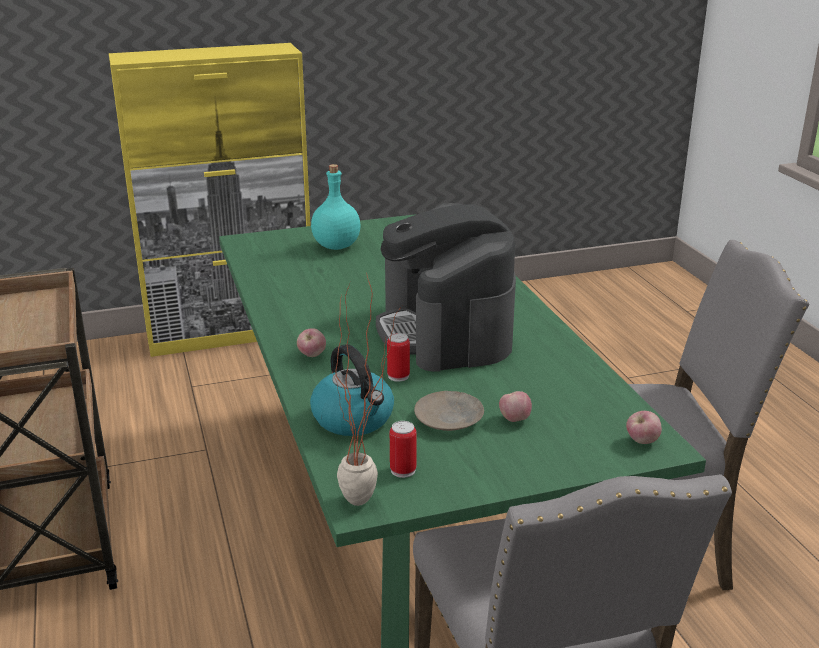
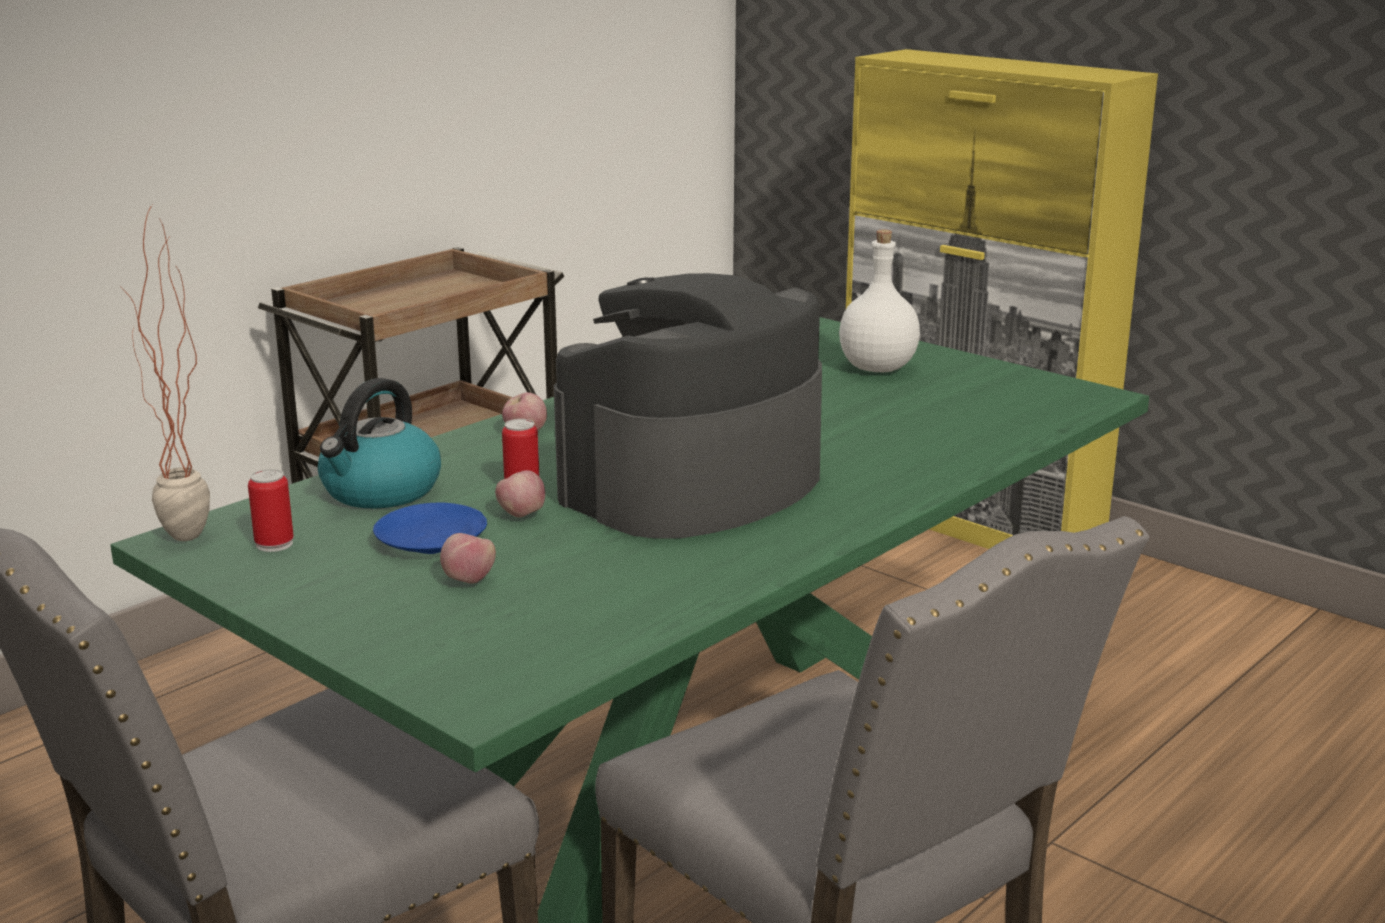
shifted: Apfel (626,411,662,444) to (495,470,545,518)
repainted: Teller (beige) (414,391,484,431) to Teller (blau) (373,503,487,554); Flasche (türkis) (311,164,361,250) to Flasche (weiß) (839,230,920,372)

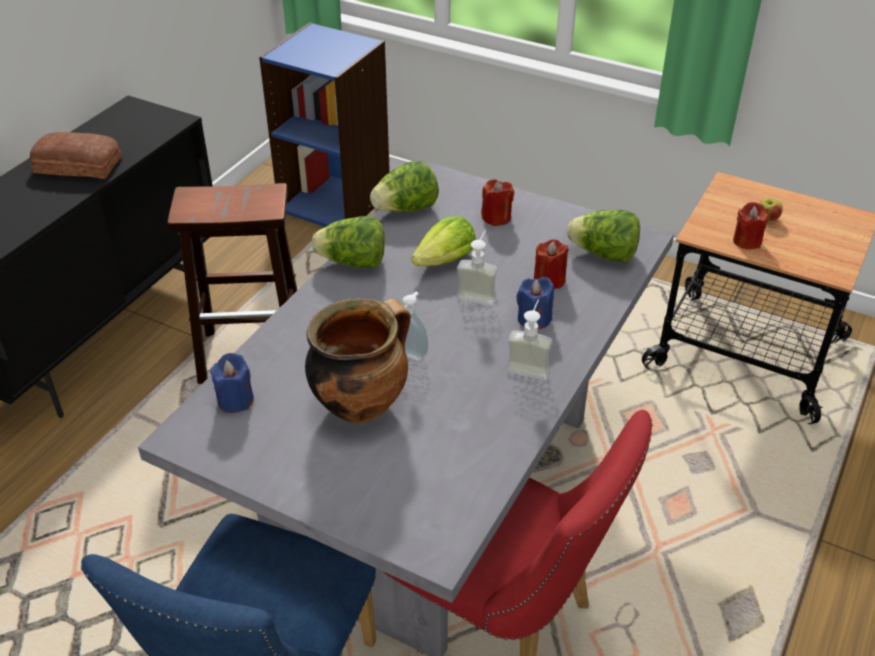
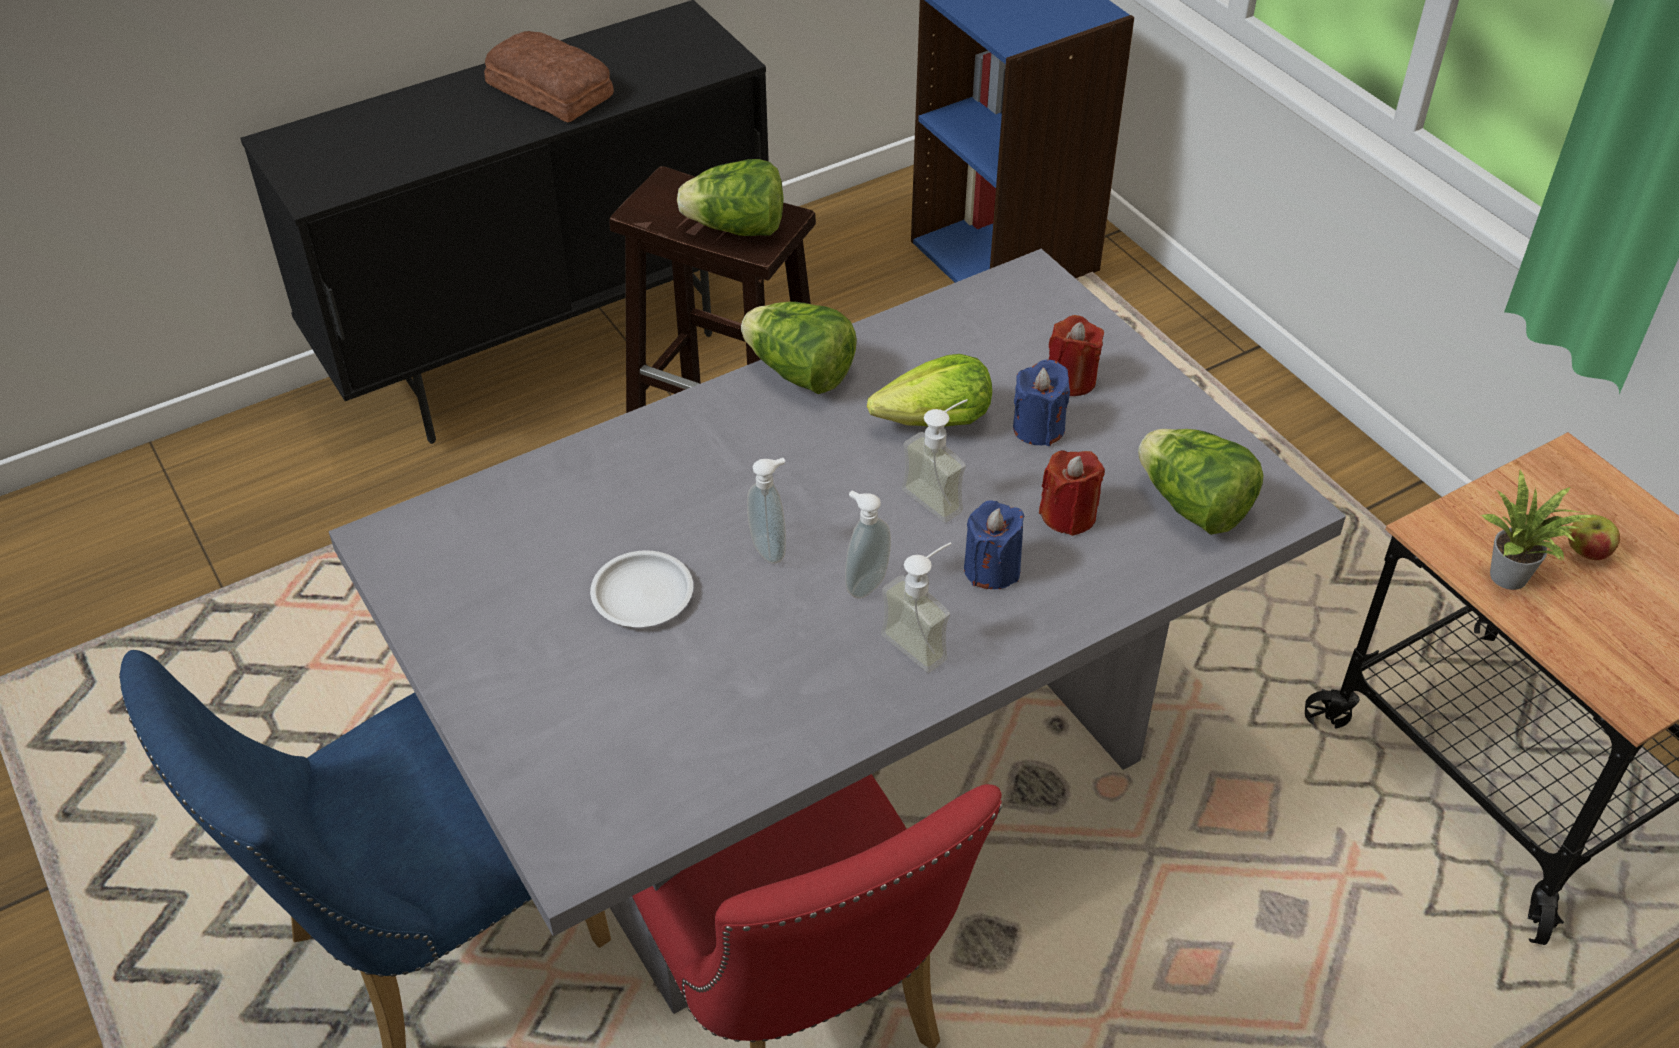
new: Seifenspender (845,491,891,598)
shifted: Salatkopf (370,161,439,212) to (677,159,784,236); Kerze (blau) (210,353,254,413) to (1013,360,1070,446)
swapped: Kochtopf (305,298,411,423) to Teller (weiß) (590,550,693,627); Kerze (rot) (733,202,768,249) to Topfpflanze (1480,468,1598,590)

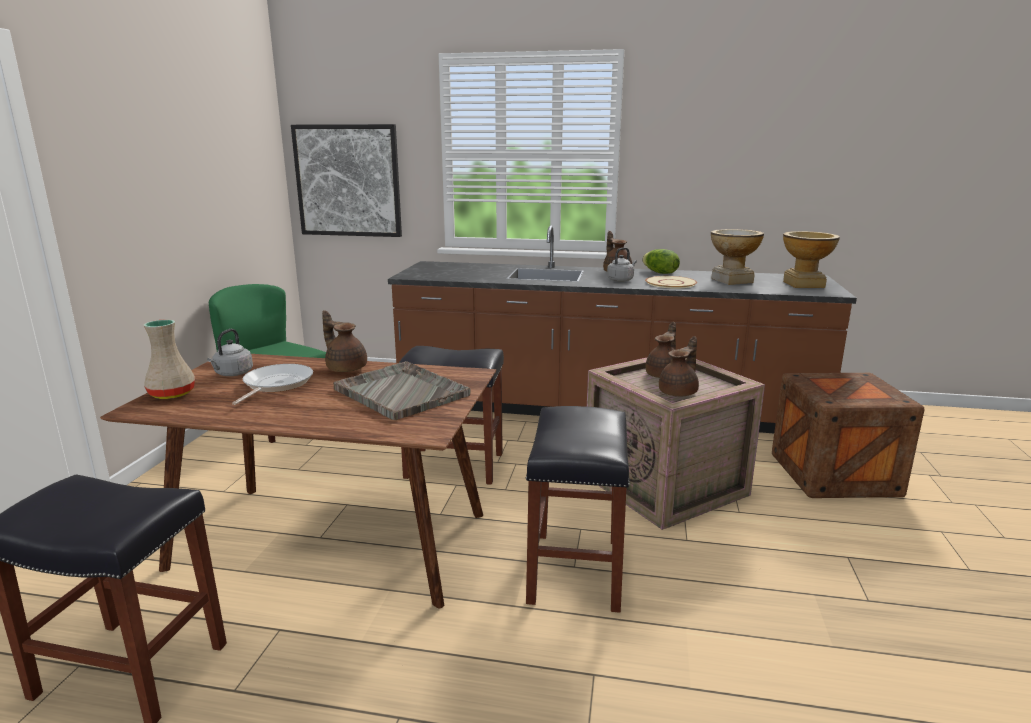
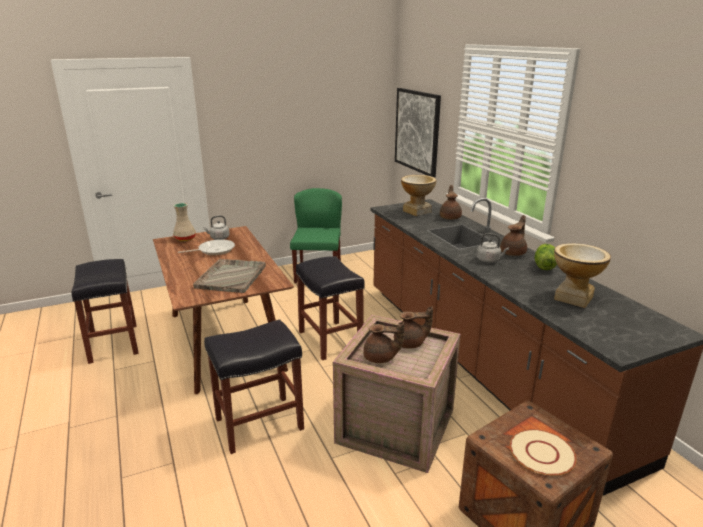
shifted: Vase (783,231,840,288) to (401,175,436,216); Teekanne (braun) (322,310,367,372) to (440,185,462,220); Teller (beige) (645,276,697,289) to (510,429,577,475)

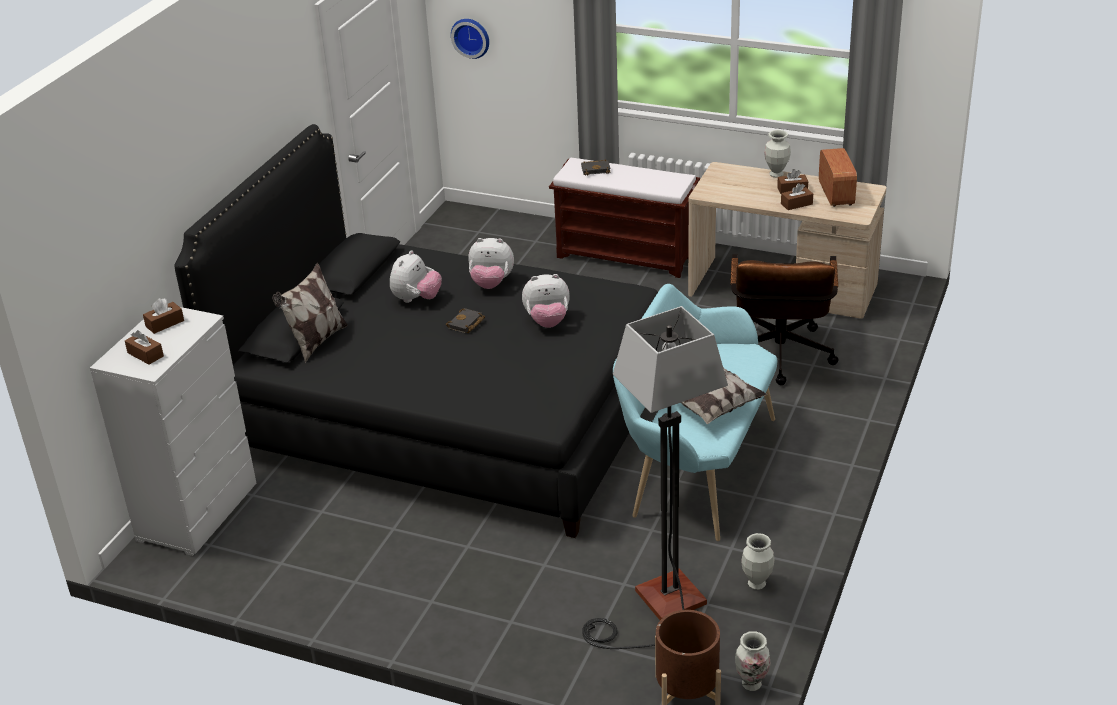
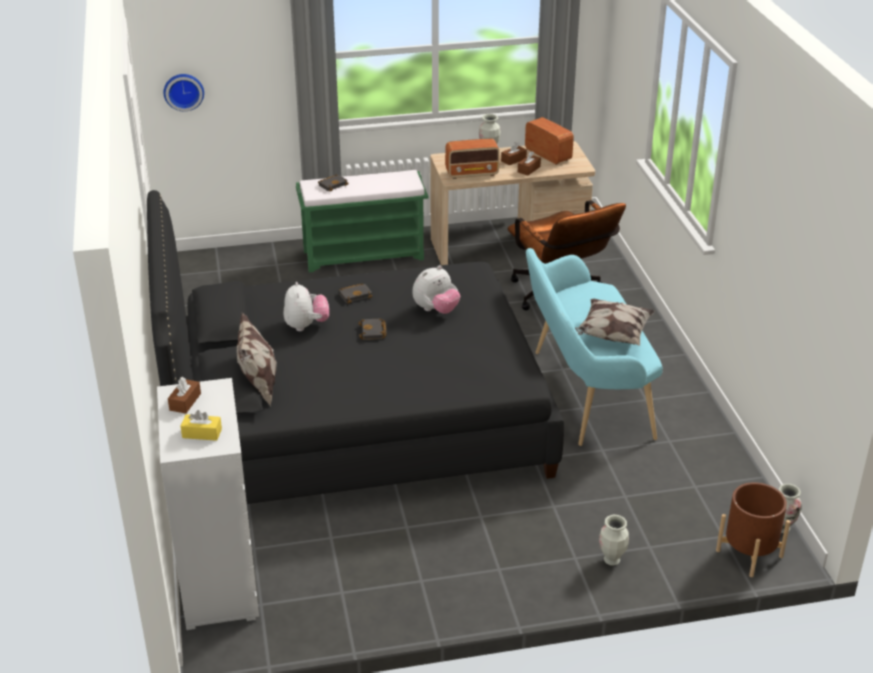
gone: Stehlampe (582,306,728,649)
new: Radio (445,139,500,179)
shifted: Vase (741,533,775,590) to (599,515,629,566)
swapped: Plüschtier (468,238,514,289) to Buch (schwarz) (339,283,372,304)
repainted: Taschentuchbox (braun) (125,330,164,365) to Taschentuchbox (gelb) (181,410,222,441); Bank (braun) (549,158,700,278) to Bank (grün) (296,170,428,272)

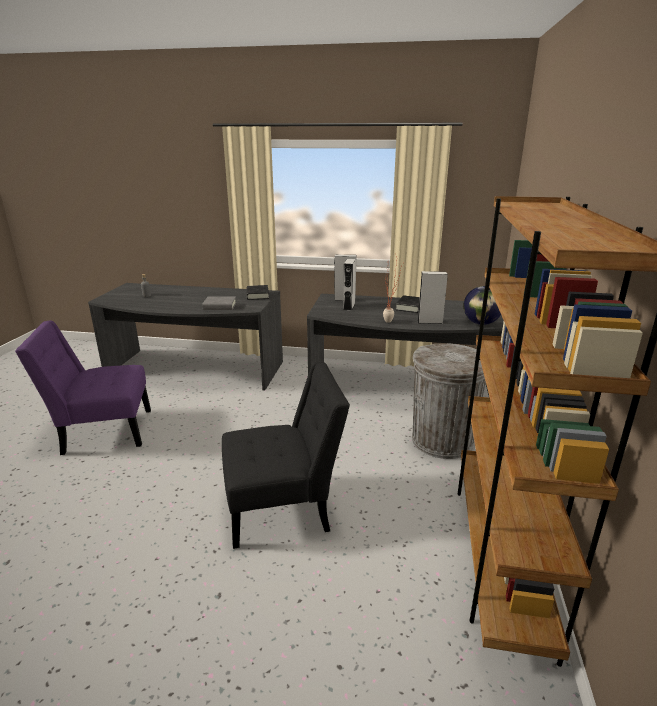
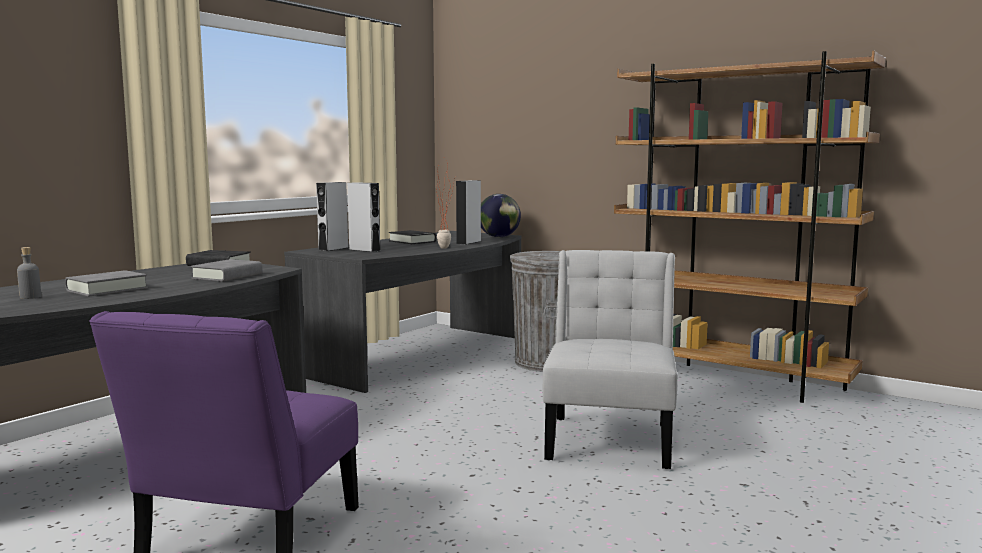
new: Buch (grau) (65,270,148,297)
repainted: Stuhl (schwarz) (222,361,350,549) to Stuhl (weiß) (543,250,678,469)

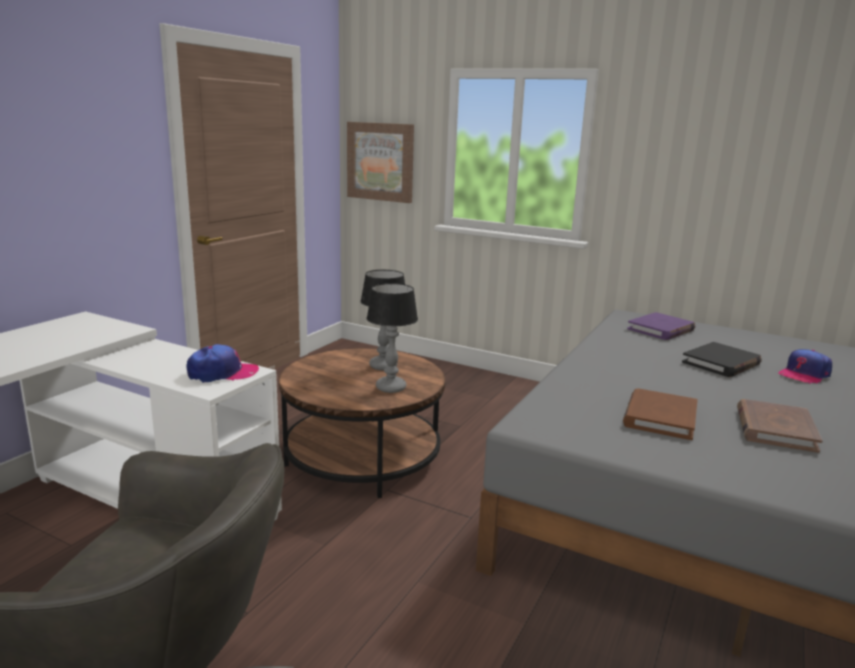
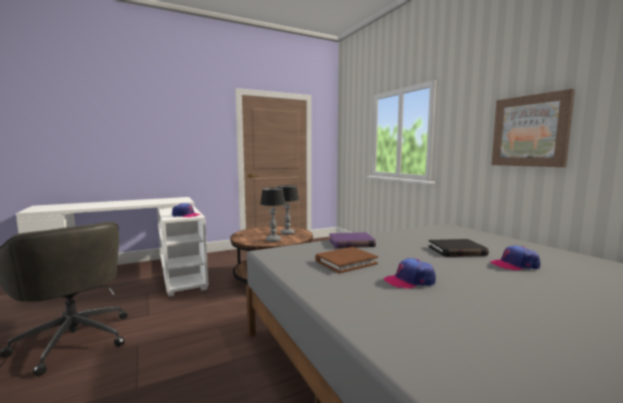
shifted: Buch (lila) (627,312,695,340) to (329,232,376,248); Bild (347,122,414,203) to (491,89,575,167)
swapped: Buch (braun) (737,399,823,453) to Kappe (384,258,436,289)

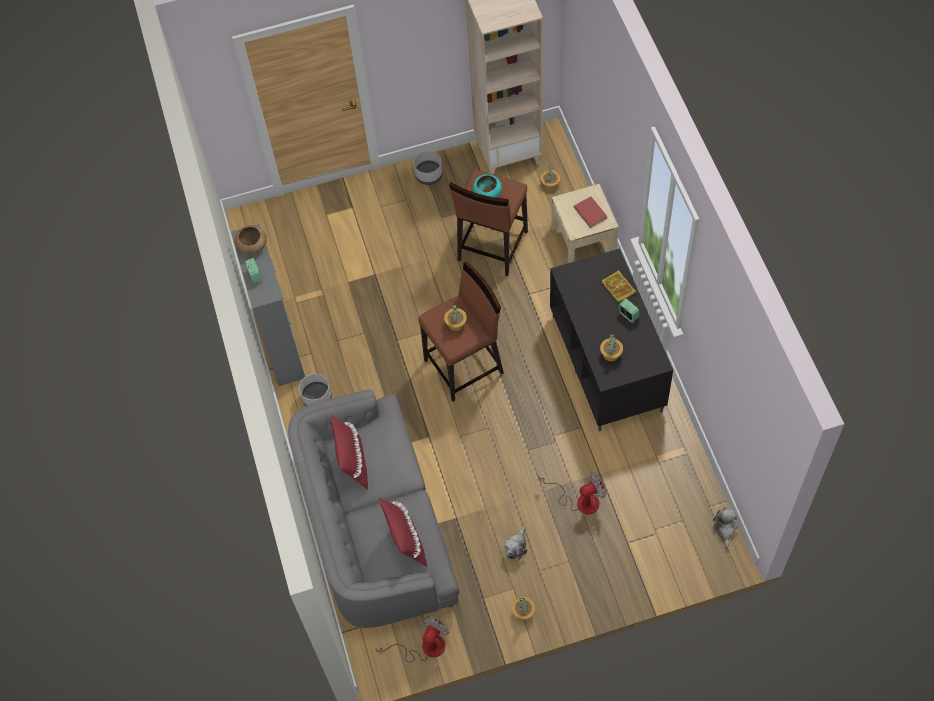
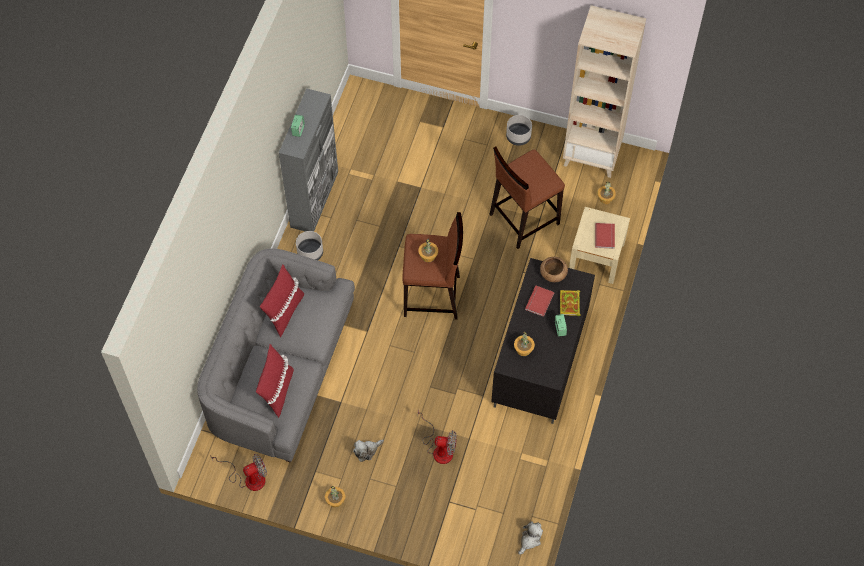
gone: Schüssel (türkis) (473,174,502,198)
new: Buch (rot) (525,286,554,317)
shifted: Schüssel (braun) (235,225,267,254) to (540,257,568,282)

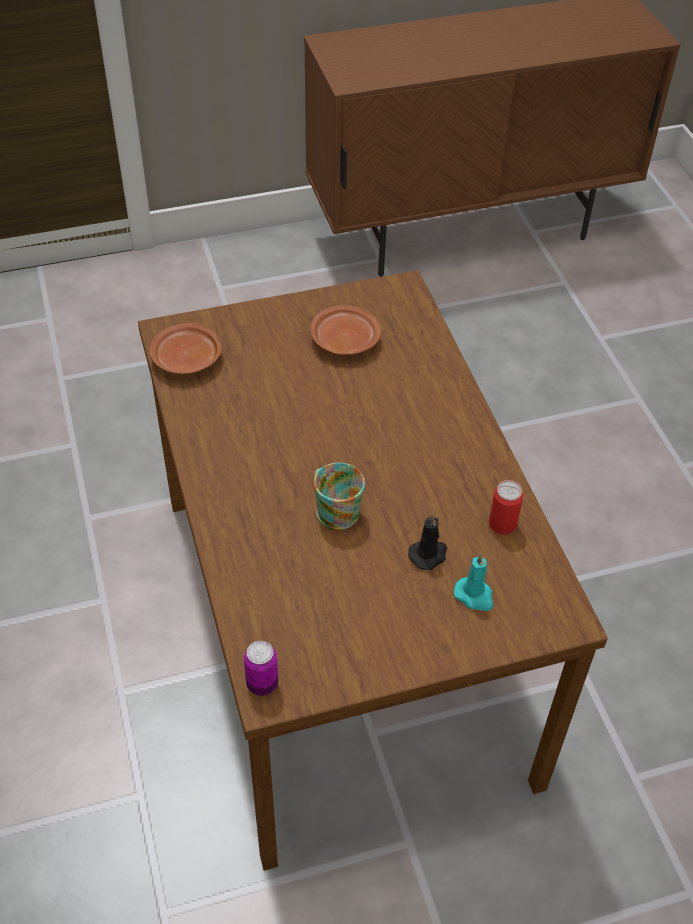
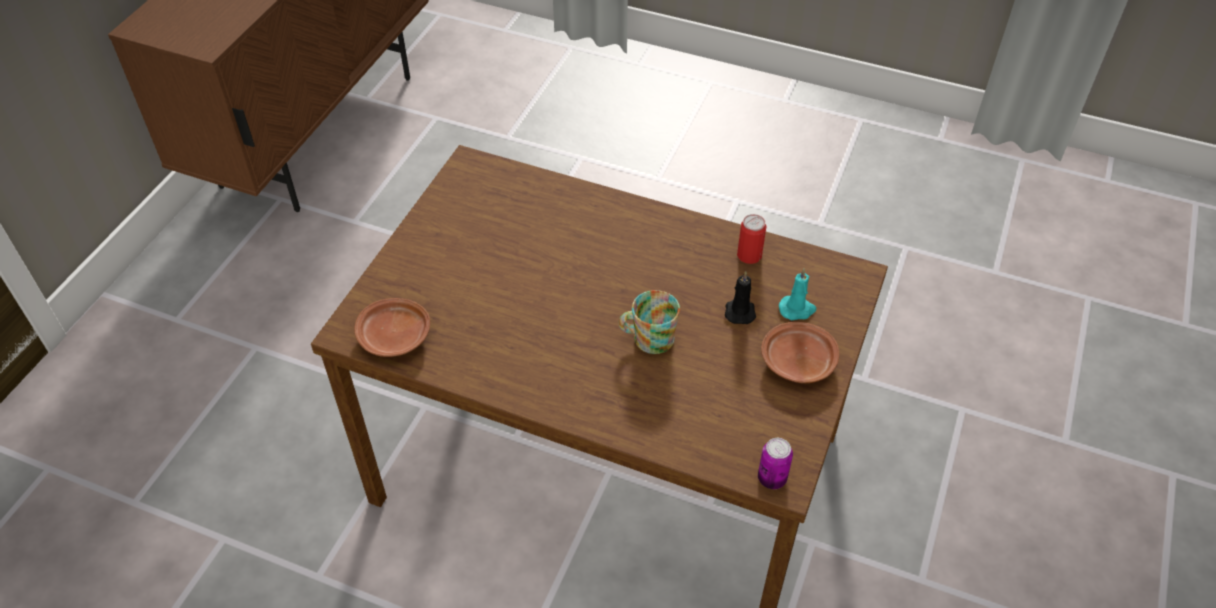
shifted: Teller (braun) (310,305,381,355) to (761,322,839,383)

